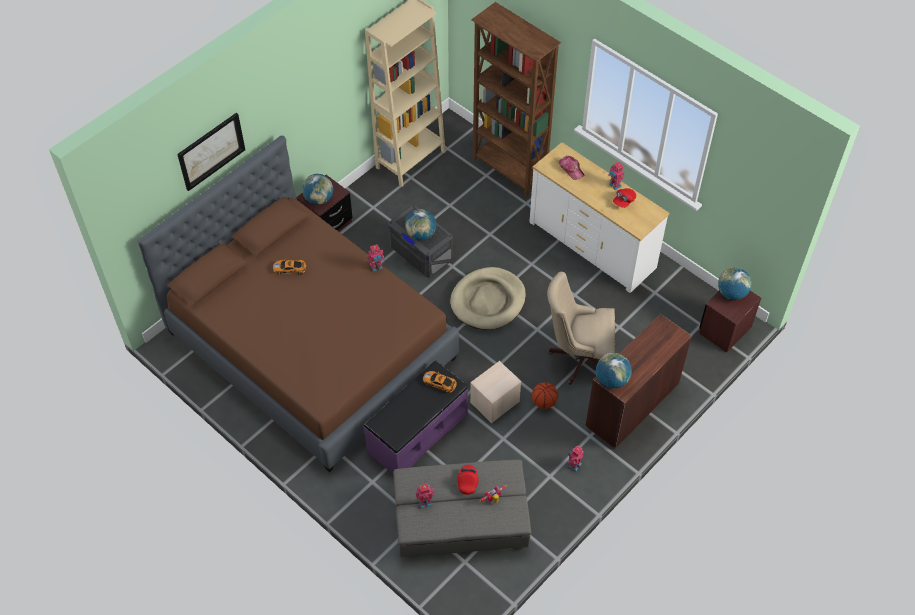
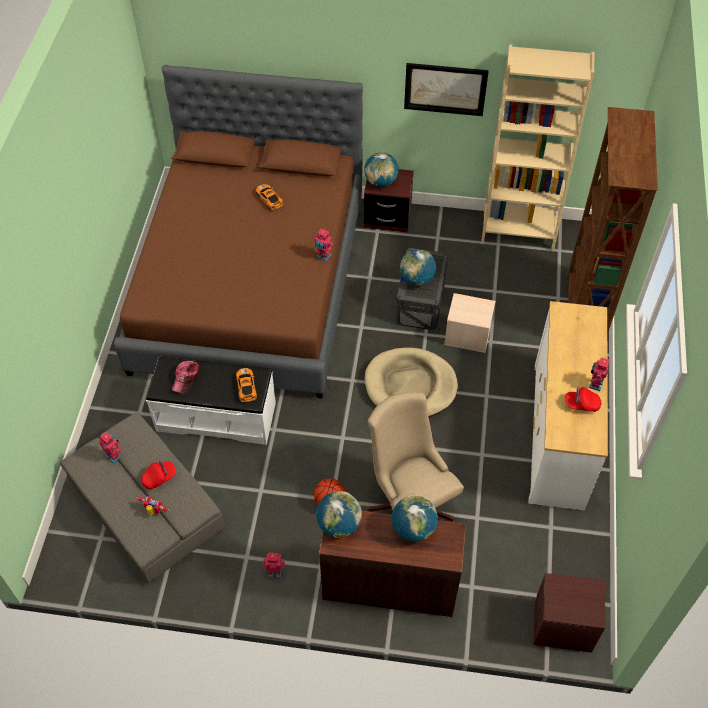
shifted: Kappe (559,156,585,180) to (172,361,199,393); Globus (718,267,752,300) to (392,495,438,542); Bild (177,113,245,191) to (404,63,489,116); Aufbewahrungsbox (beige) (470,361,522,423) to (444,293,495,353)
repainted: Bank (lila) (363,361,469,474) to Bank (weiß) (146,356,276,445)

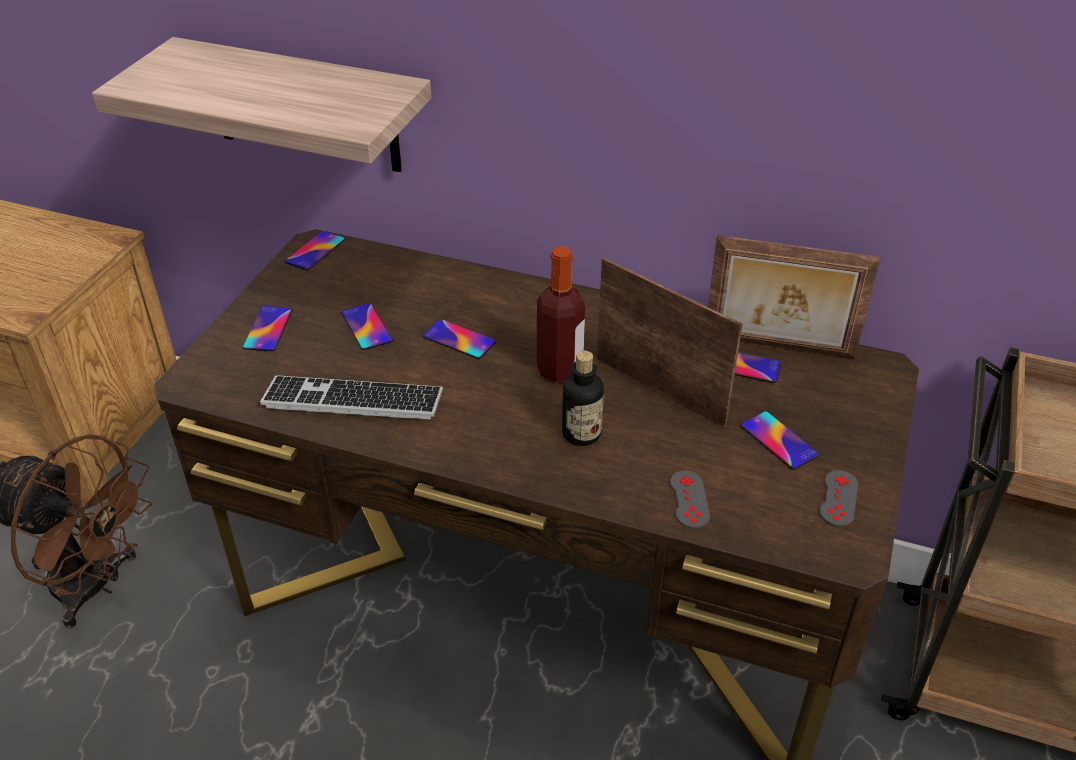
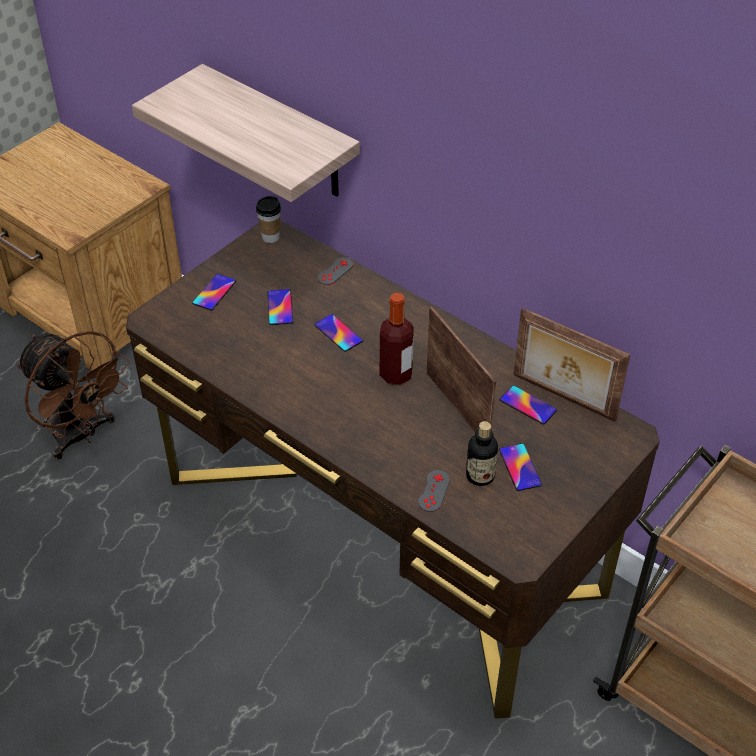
gone: Tastatur (260,375,443,420)
shifted: Gamepad (grau) (819,470,858,527) to (317,257,353,285); Flasche (562,350,604,446) to (466,421,498,486)
swapped: Handy (285,231,345,270) to Tasse (256,196,281,243)

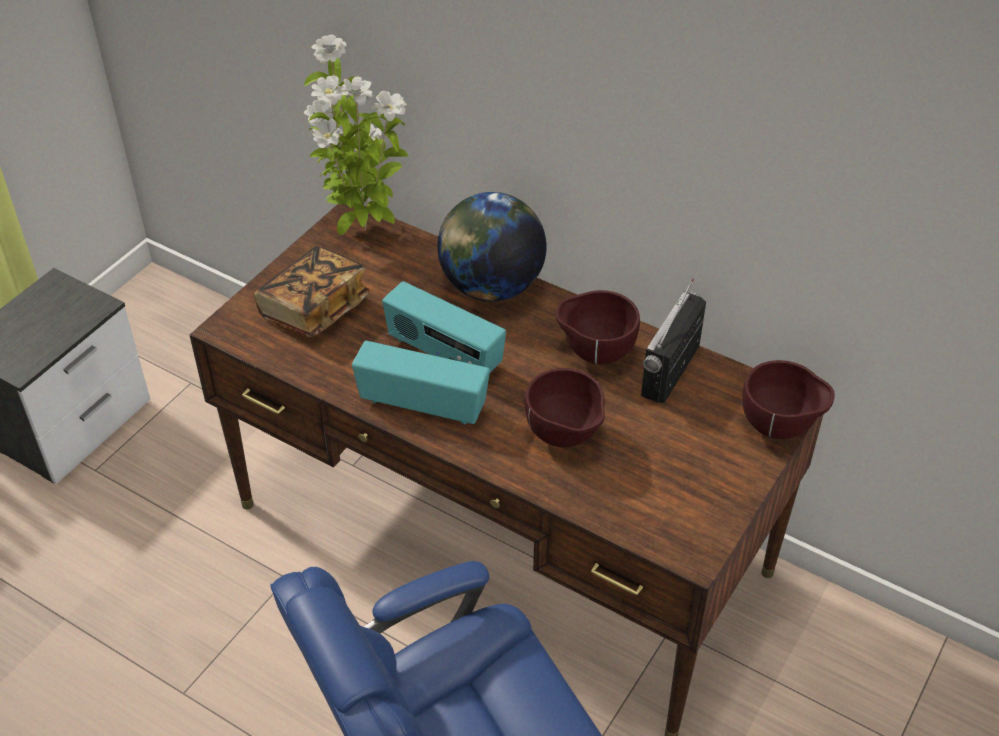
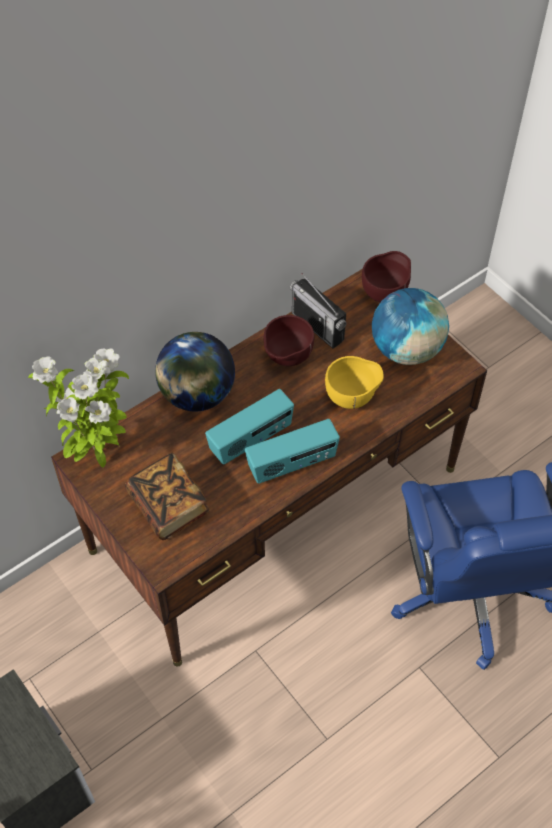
new: Globus (372,288,449,365)
repainted: Schüssel (braun) (525,368,605,447) to Schüssel (gelb) (325,356,384,409)
rotated: Radio (352,341,490,425) = (245,419,340,484) 150 degrees counterclockwise

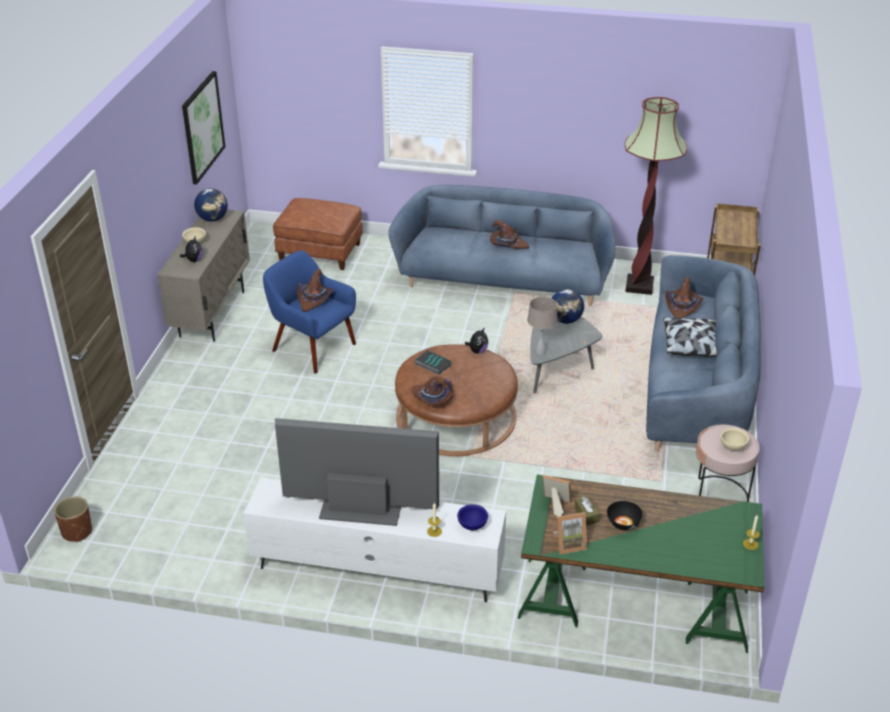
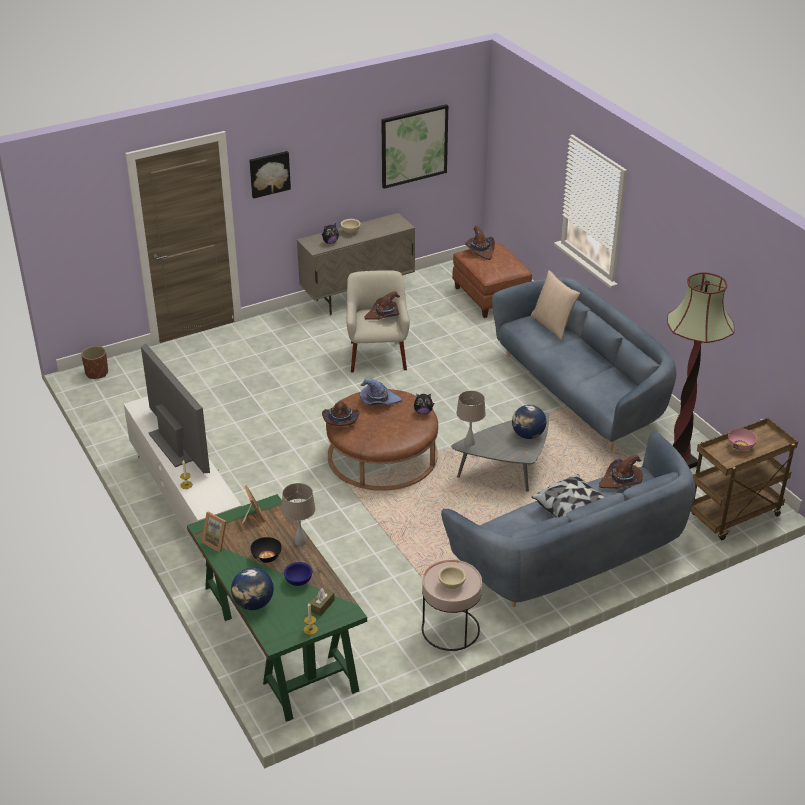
new: Bild (249,151,291,198); Tischlampe (beige) (282,483,315,546); Kissen (beige) (531,270,580,340); Schüssel (rosa) (728,428,757,451)
shifted: Globus (194,188,228,222) to (231,567,274,610); Schüssel (blau) (457,504,488,530) to (284,562,312,586); Taschentuchbox (braun) (574,496,600,526) to (310,588,335,616); Hut (braun) (490,220,529,249) to (465,226,495,260)
swapped: Buch (414,350,451,375) to Hut (lila) (360,378,402,405)
repainted: Sessel (blau) (263,250,356,373) to Sessel (beige) (347,270,410,372)

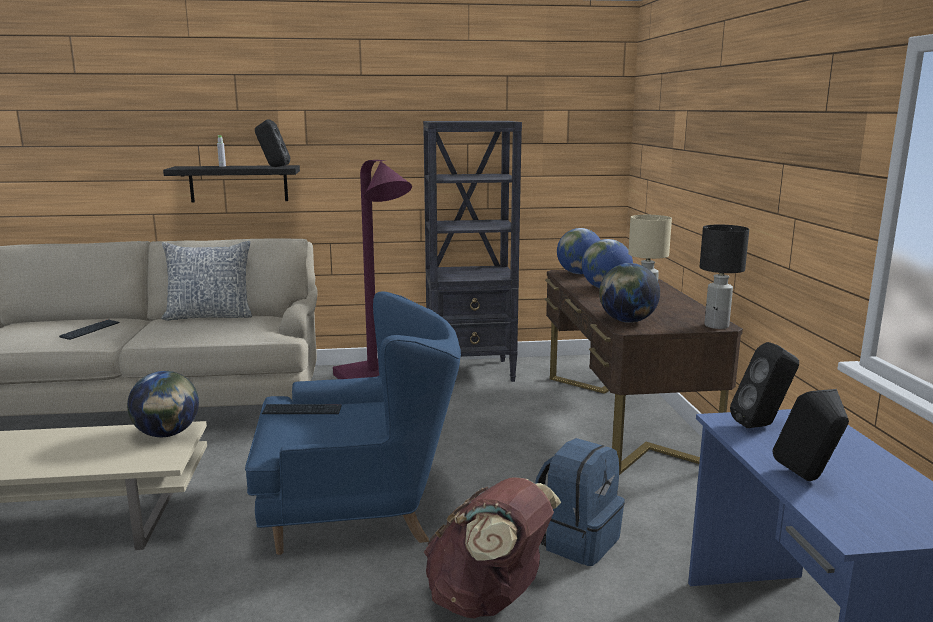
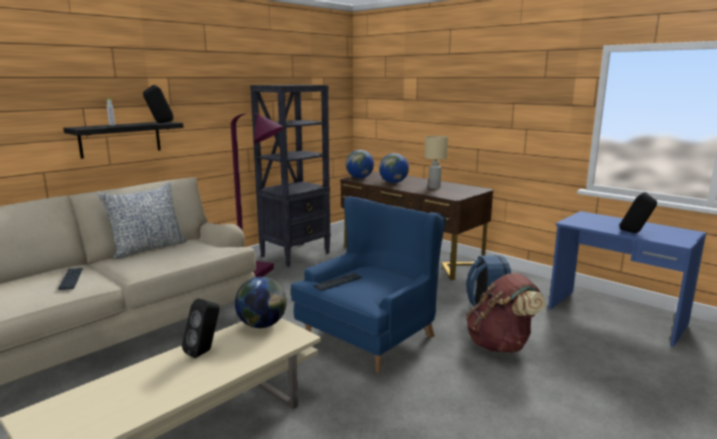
gone: Globus (599,263,660,323); Tischlampe (schwarz) (699,225,749,329)
shifted: Lautsprecher (schwarz) (730,342,799,428) to (182,299,220,358)

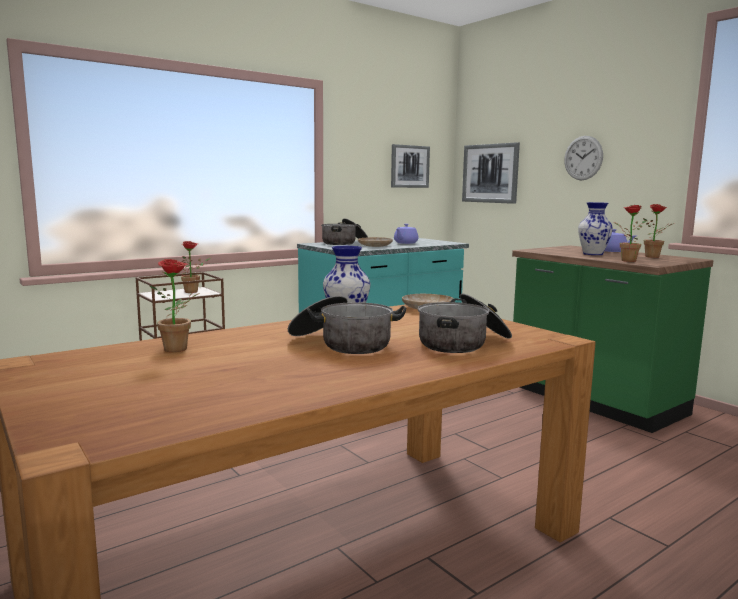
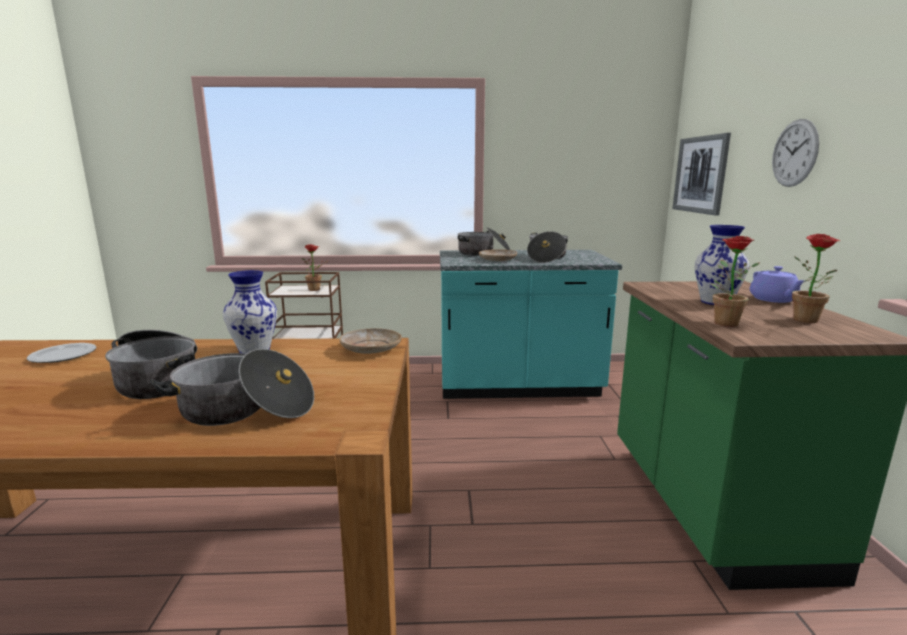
gone: Bild (391,144,430,188)
swapped: Topfpflanze (150,259,200,352) to Teller (26,343,96,363); Teekanne (lila) (394,224,419,244) to Kochtopf (527,231,568,263)

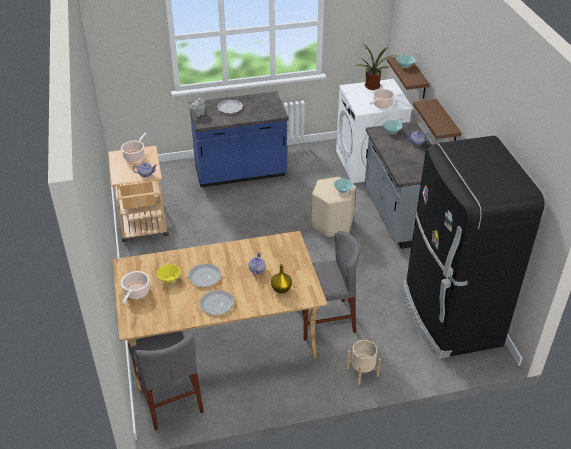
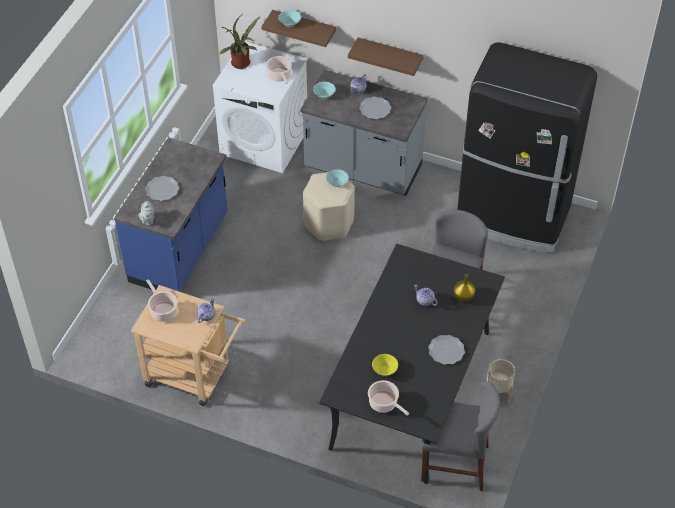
shifted: Teller (188,263,222,287) to (359,97,391,119); Pflanzkübel (beige) (346,340,381,385) to (487,359,515,403)
repainted: Esstisch (beige) (113,231,327,391) to Esstisch (schwarz) (319,244,505,484)

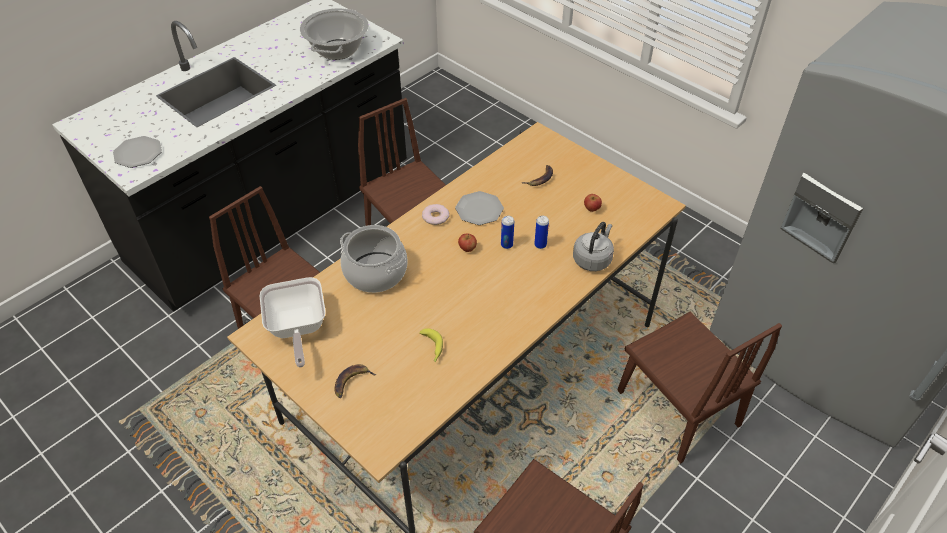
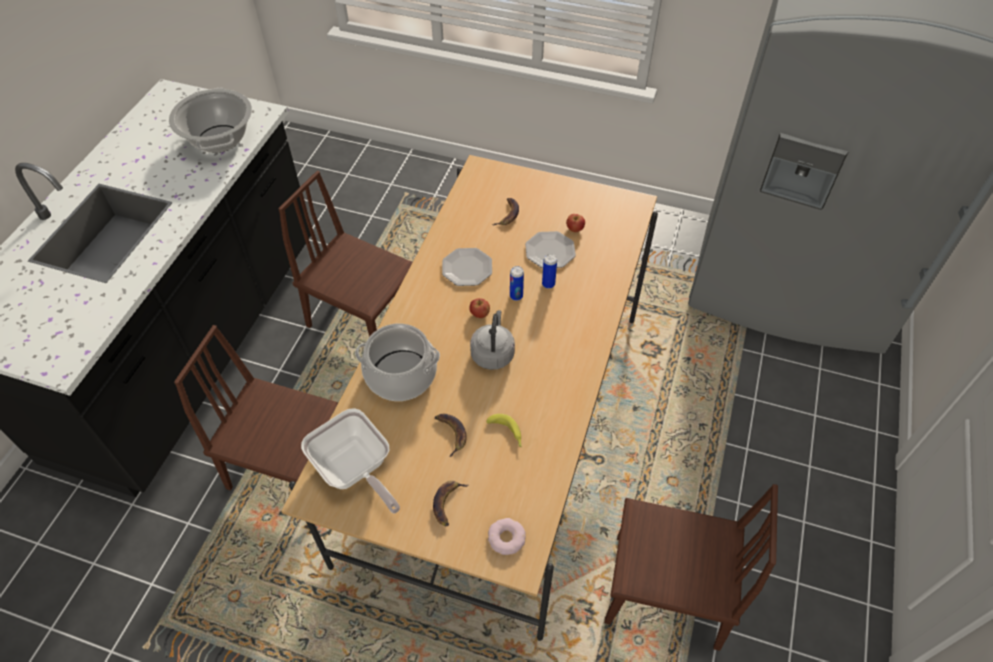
gone: Stuhl (braun) (617,312,782,464)
new: Banane (434,414,467,457)
shifted: Wasserkessel (grau) (573,222,614,271) to (470,310,515,370); Donut (422,204,449,225) to (488,518,526,555); Teller (113,136,162,168) to (525,231,576,268)

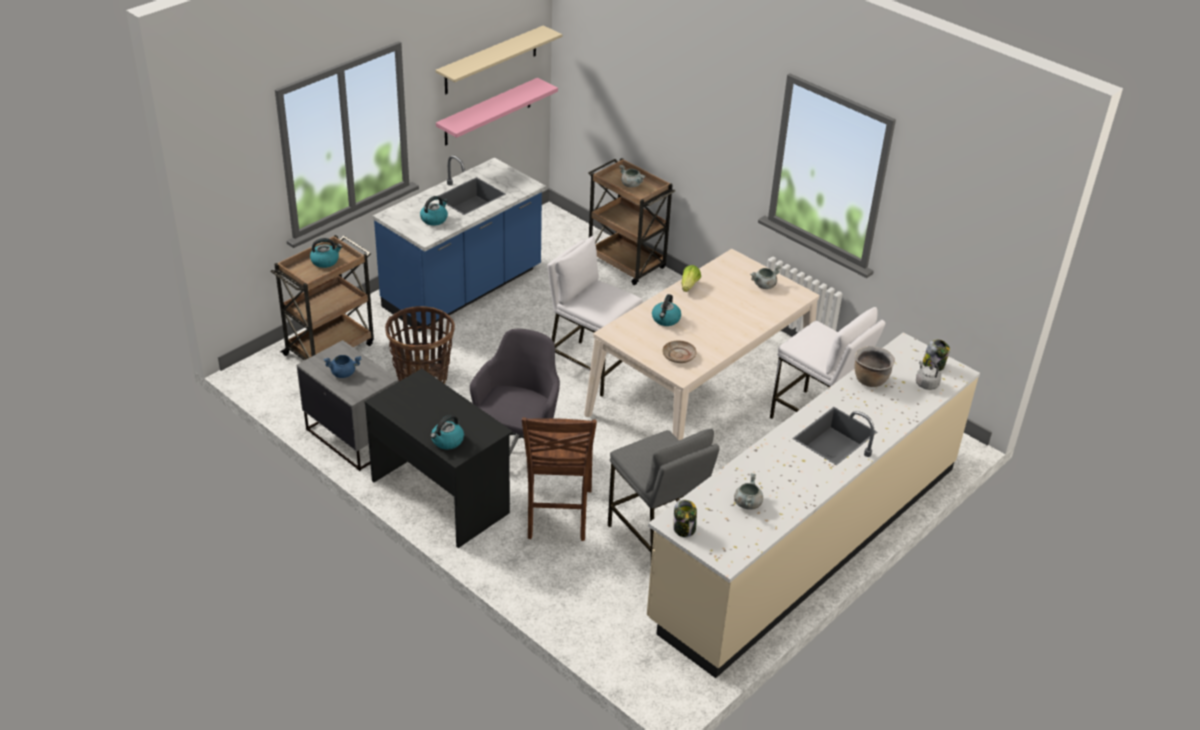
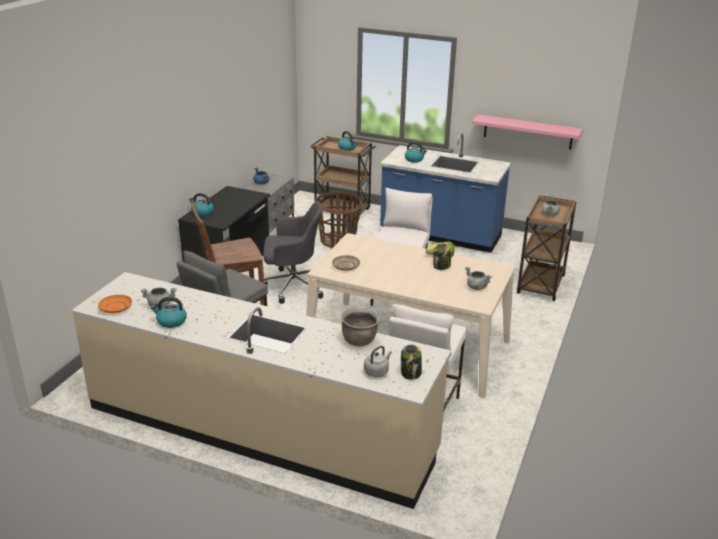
gone: Wandregal (beige) (436,25,562,94)
new: Teller (orange) (98,295,132,313)
shifted: Wasserkessel (652,294,681,326) to (151,297,187,328); Vorratsglas (673,500,697,537) to (433,244,451,270)

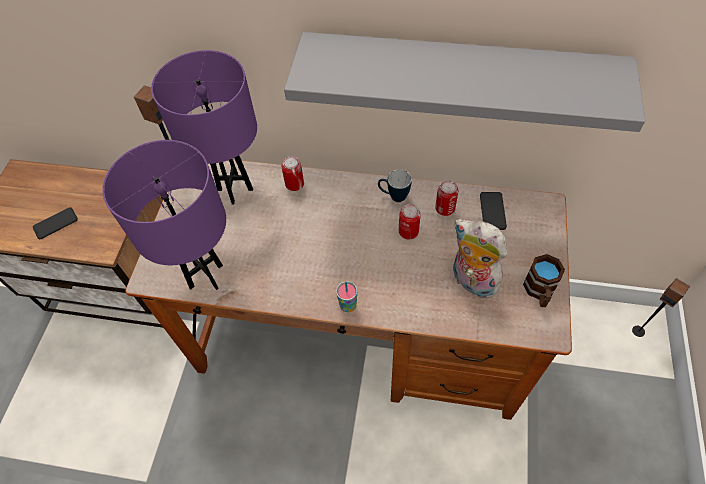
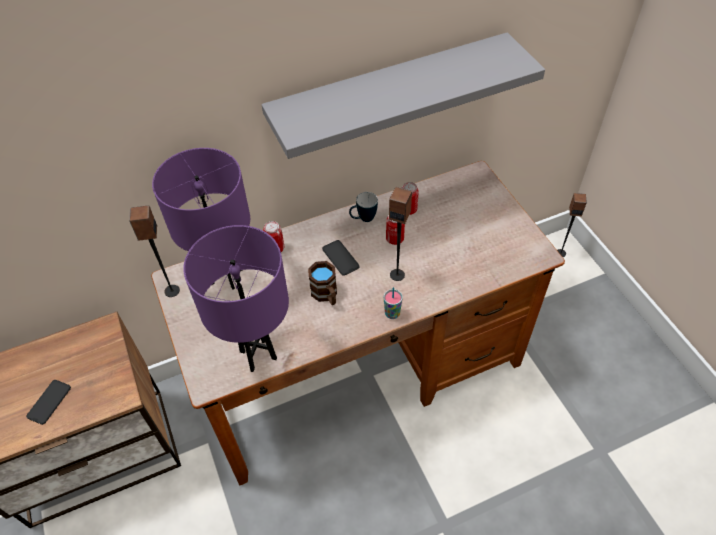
gone: Plüschtier (453,219,507,298)
new: Lautsprecher (389,187,412,281)
shifted: Henkelbecher (braun) (523,254,565,307) to (308,261,337,305); Handy (480,192,507,230) to (322,240,359,276)

